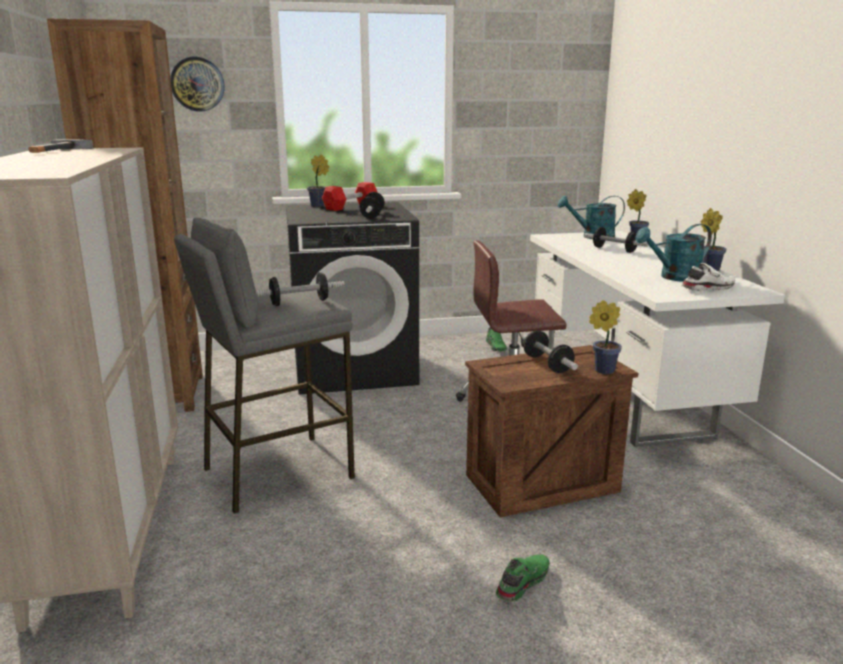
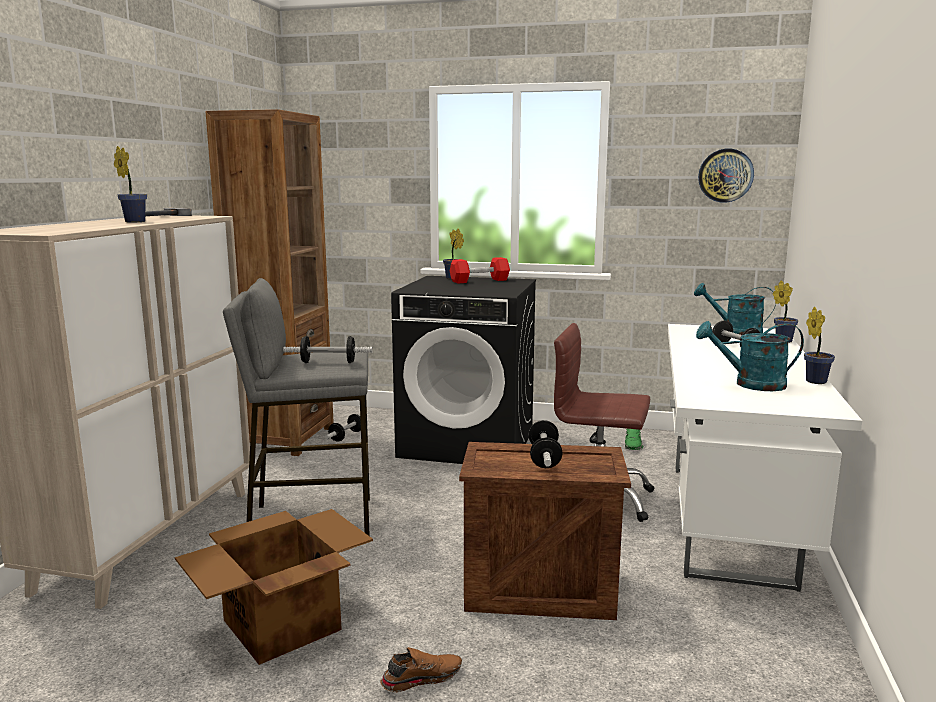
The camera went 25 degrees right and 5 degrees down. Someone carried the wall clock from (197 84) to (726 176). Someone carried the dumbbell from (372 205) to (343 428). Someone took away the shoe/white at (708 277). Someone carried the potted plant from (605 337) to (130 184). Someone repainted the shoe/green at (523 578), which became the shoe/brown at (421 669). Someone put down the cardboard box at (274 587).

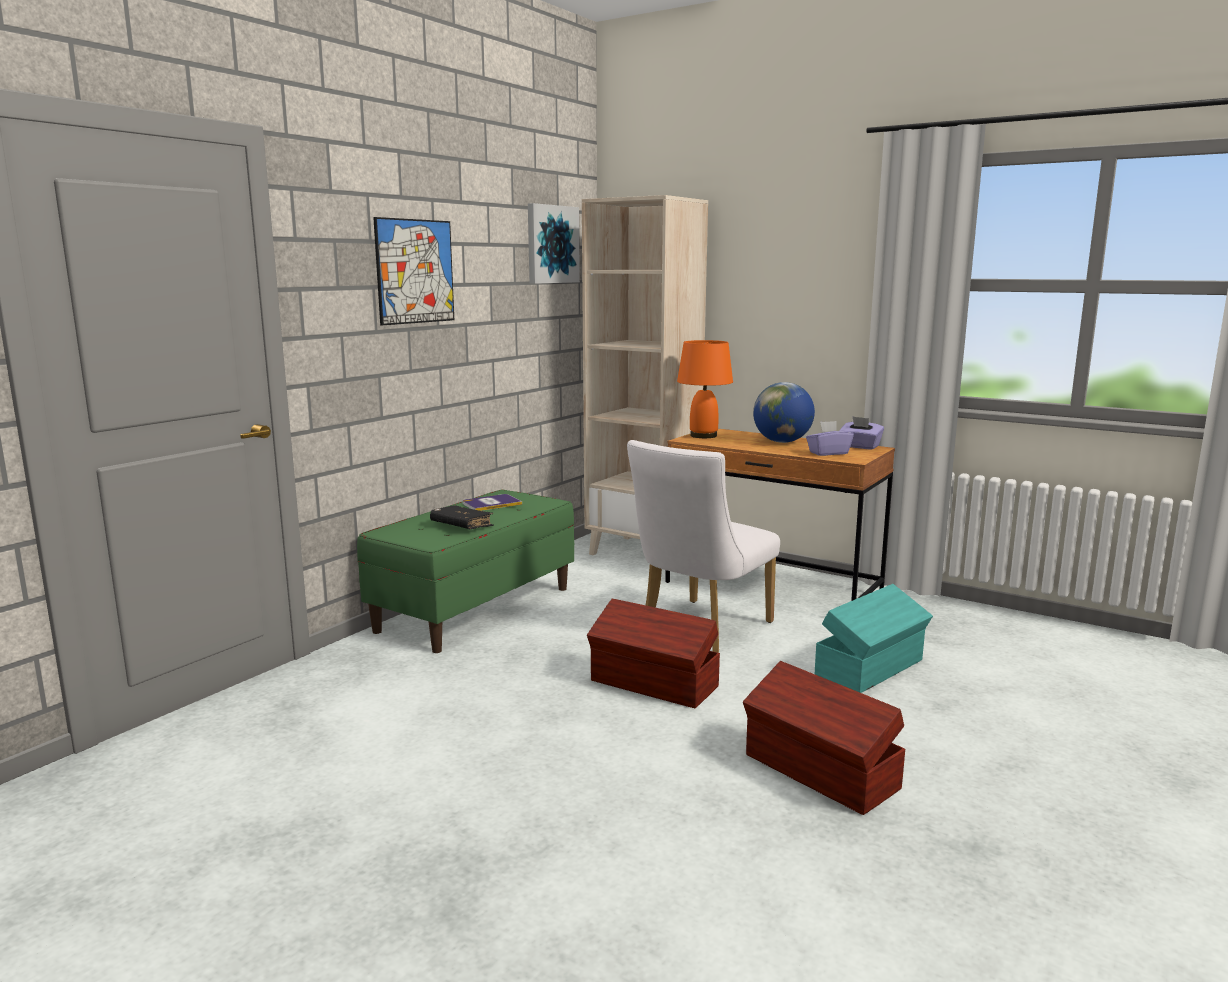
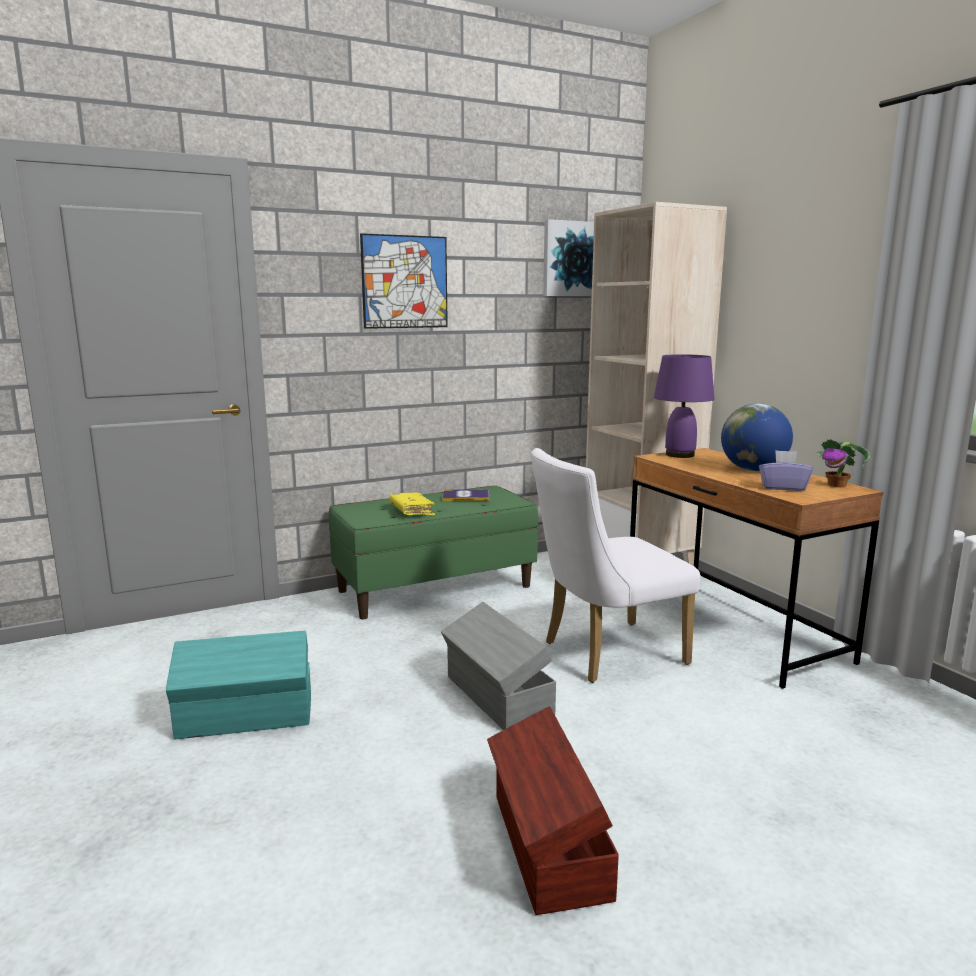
The camera went 30 degrees right and 0 degrees up. Someone repainted the table lamp/orange at (705 389), which became the table lamp/purple at (684 406). Someone swapped the tissue box/purple at (861 433) for the potted plant at (842 463). Someone repainted the book/black at (462 517), which became the book/yellow at (412 504). Someone carried the storage box/turquoise from (874 638) to (238 685). Someone repainted the storage box/brown at (653 653), which became the storage box/grey at (498 666).

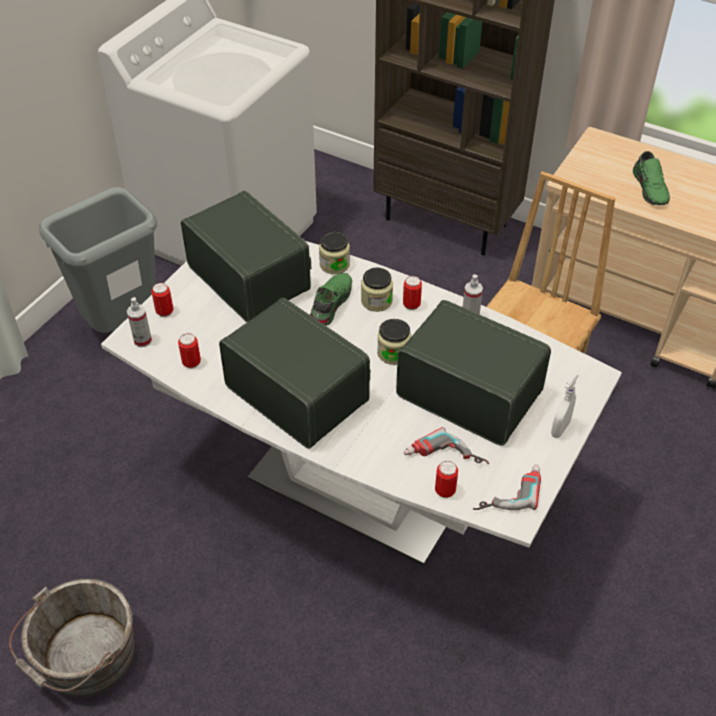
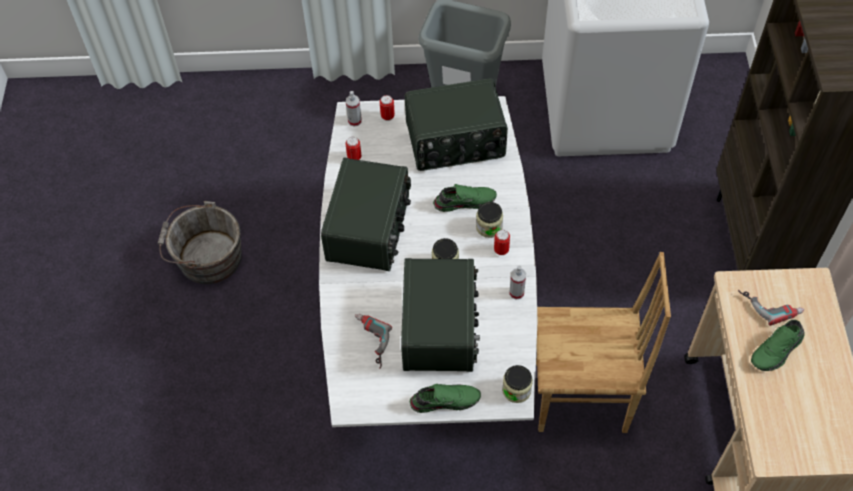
The camera went 60 degrees right and 10 degrees up. Someone rotated the radio at (246 256) by 60 degrees clockwise. Someone carried the jar from (334 253) to (517 384). Someone swapped the spray bottle/white at (564 406) for the shoe/green at (445 398). Someone took away the can at (446 479). Someone carried the power drill from (507 487) to (771 308).

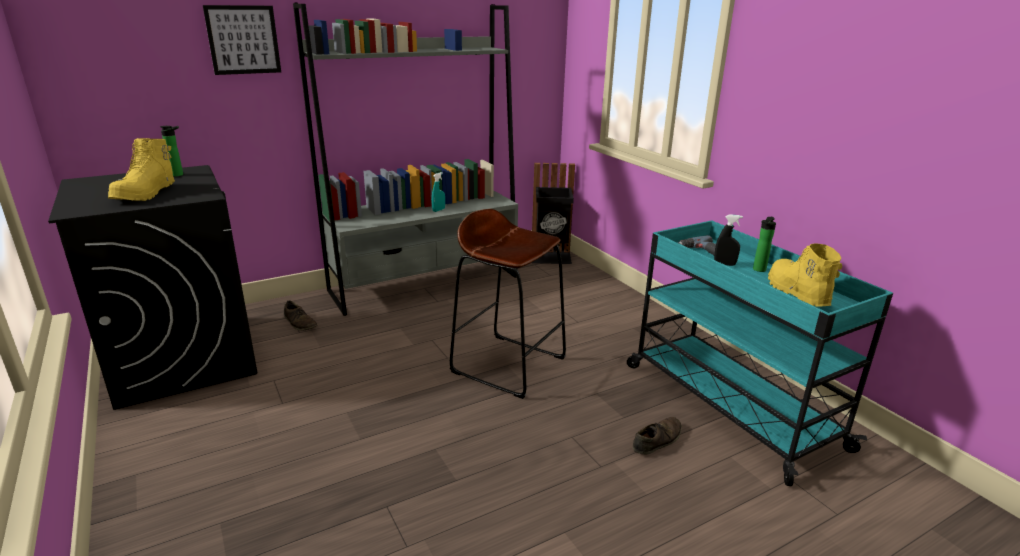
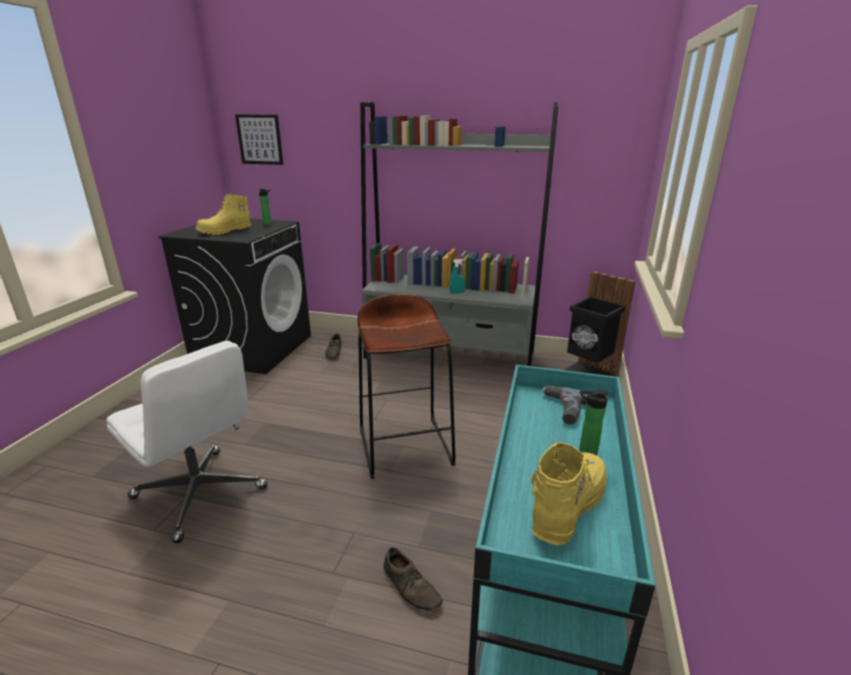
The camera went 45 degrees right and 0 degrees up. Someone carried the picture from (242 40) to (259 140). Someone took away the spray bottle/black at (728 240). Someone rotated the shoe/brown at (657 436) by 45 degrees clockwise. Someone put down the office chair/white at (186 442).

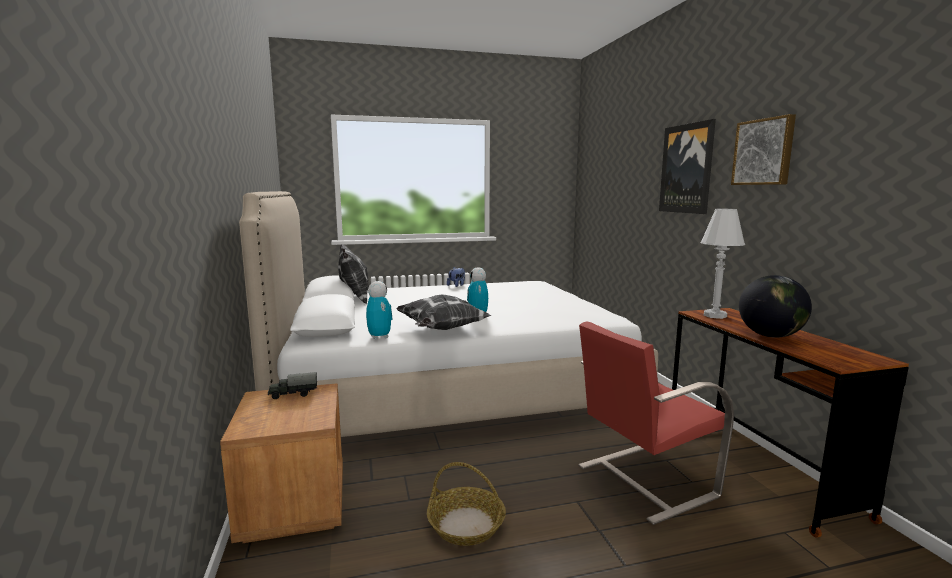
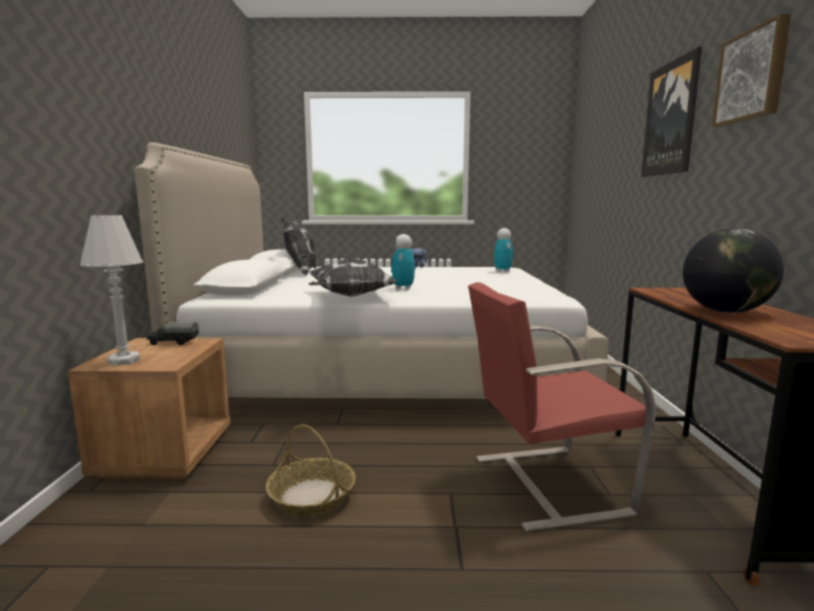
The camera went 15 degrees right and 0 degrees up. Someone carried the table lamp/white from (723 264) to (112 290). Someone carried the toy robot from (379 310) to (504 250).

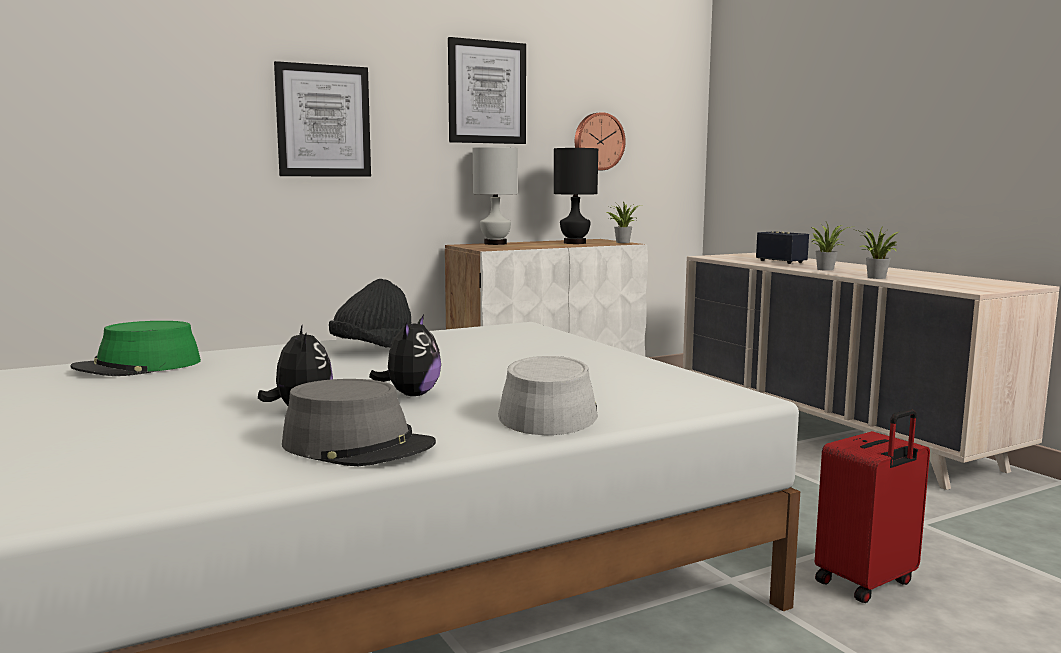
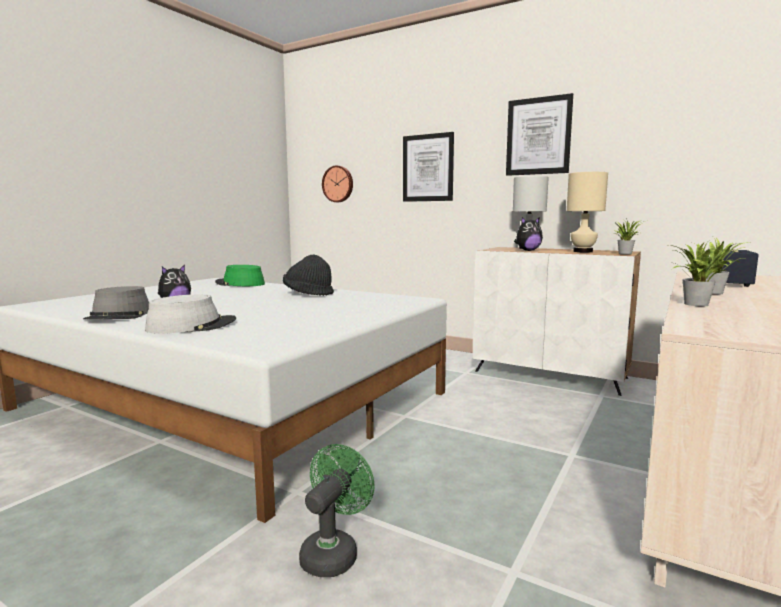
The camera went 60 degrees right and 0 degrees up. Someone carried the wall clock from (600 141) to (337 184). Someone repainted the table lamp/black at (576 196), which became the table lamp/beige at (587 212). Someone carried the plush toy from (405 355) to (528 234). Someone swapped the suitcase/red at (872 506) for the fan/green at (337 510).

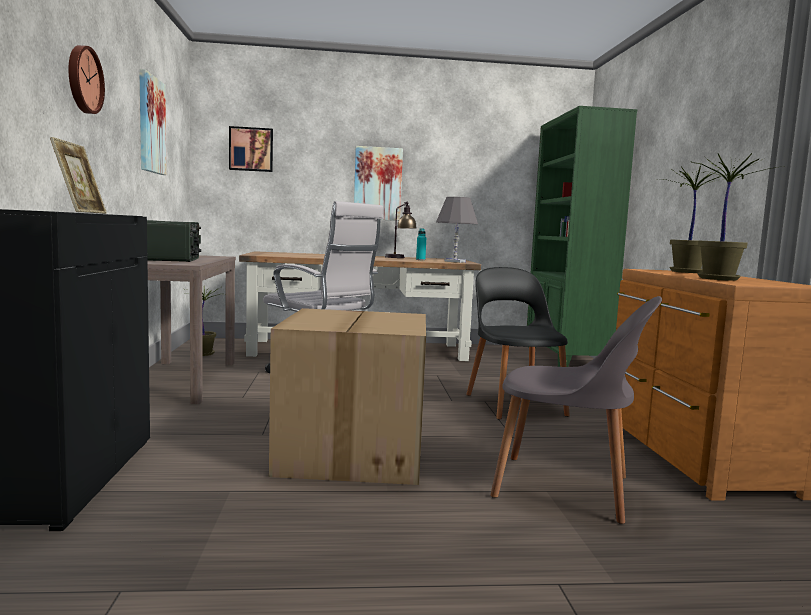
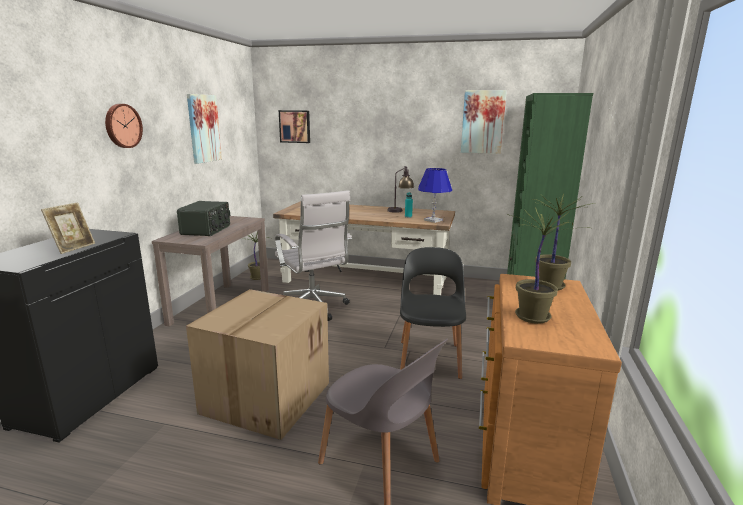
The camera went 20 degrees right and 10 degrees up. Someone carried the picture from (378 183) to (484 122). Someone repainted the table lamp/grey at (457 230), which became the table lamp/blue at (435 195).

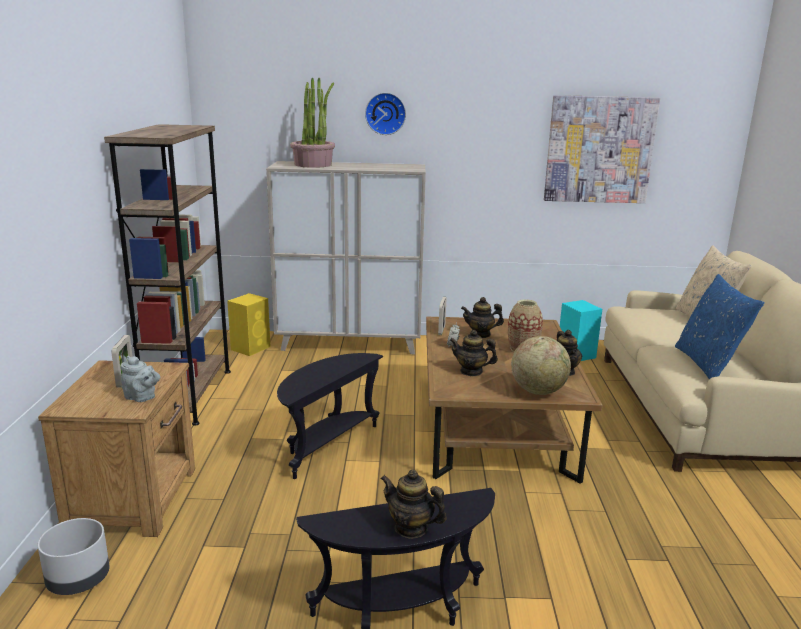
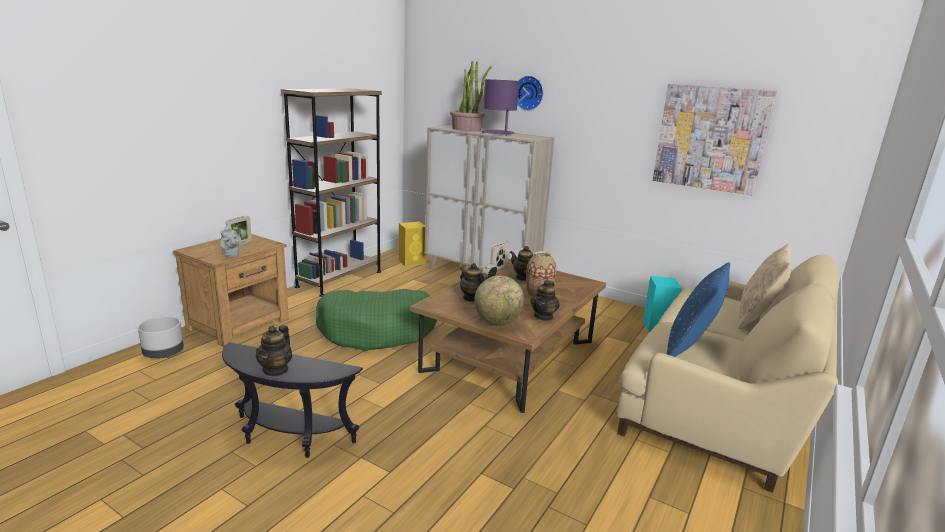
The camera went 30 degrees right and 0 degrees up. Someone swapped the side table/black at (330 416) for the dog bed/green at (376 320). Someone rotated the teapot at (414 504) by 135 degrees counterclockwise. Someone put down the table lamp/purple at (500 107).

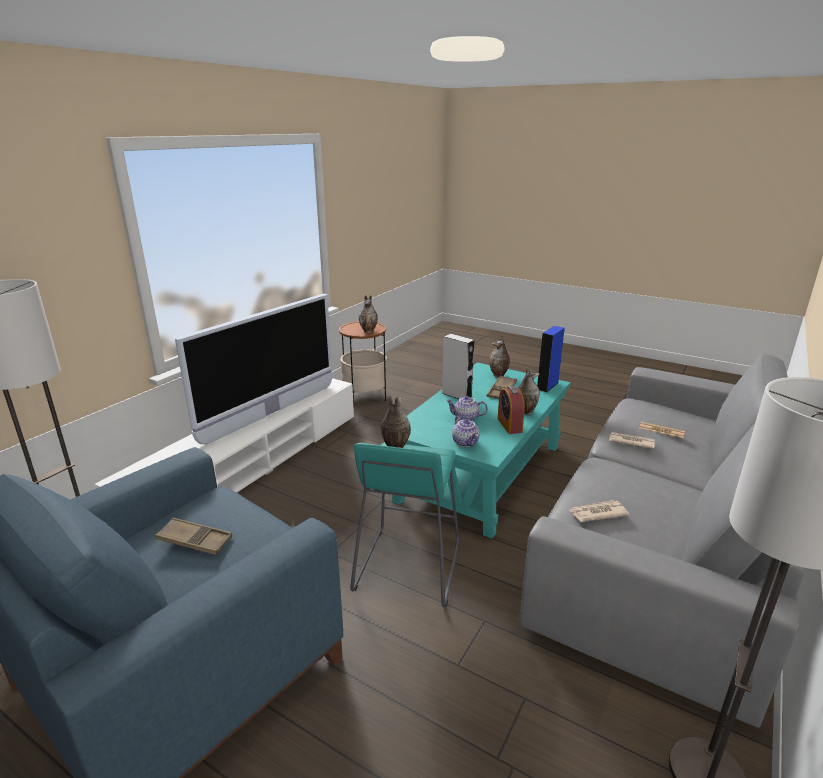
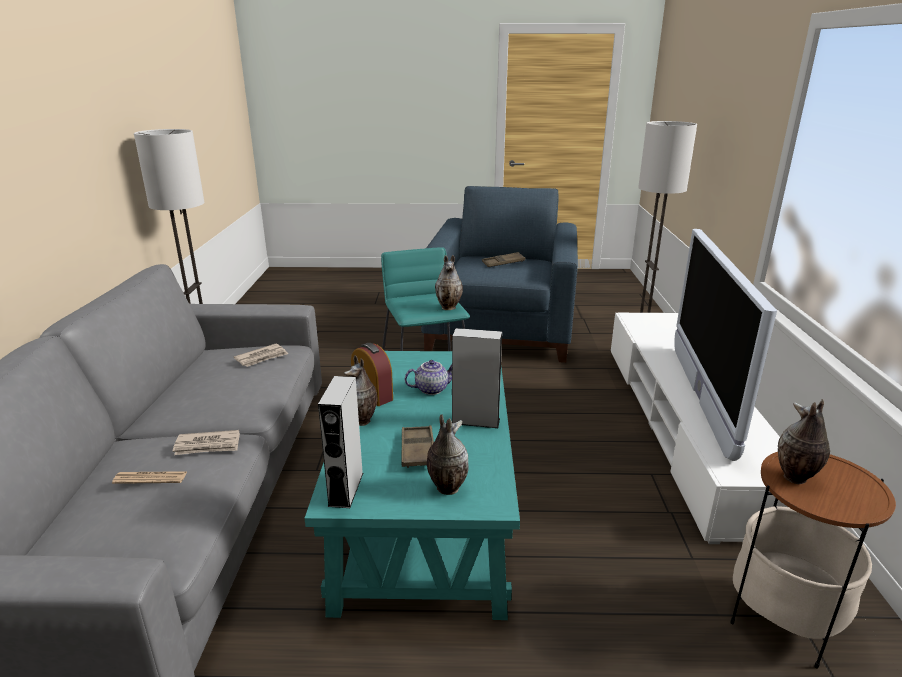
The camera went 150 degrees right and 0 degrees up. Someone repainted the speaker/blue at (551 359), which became the speaker/grey at (340 442). Someone took away the teapot at (466 431).

